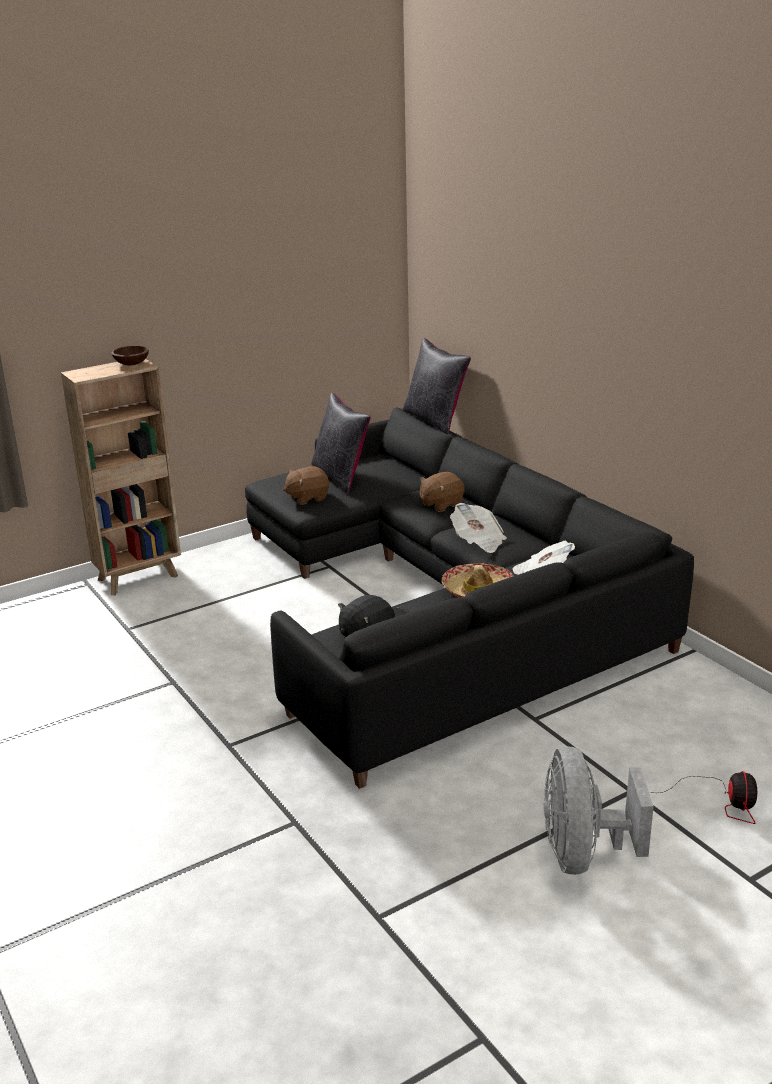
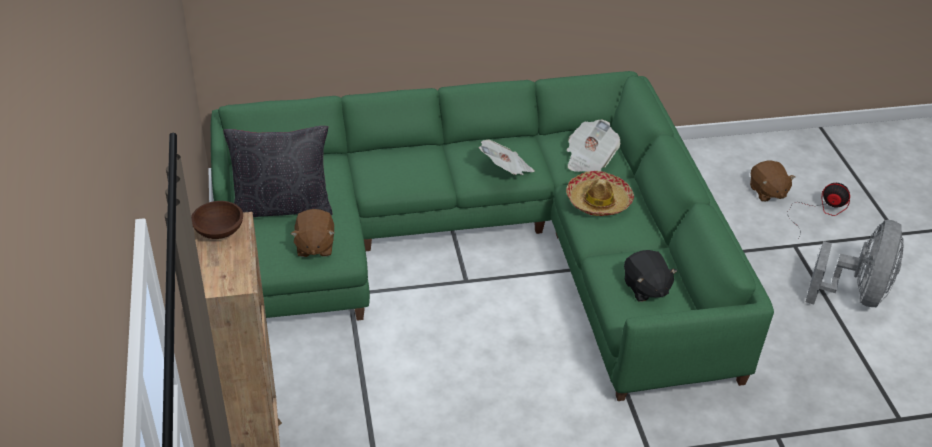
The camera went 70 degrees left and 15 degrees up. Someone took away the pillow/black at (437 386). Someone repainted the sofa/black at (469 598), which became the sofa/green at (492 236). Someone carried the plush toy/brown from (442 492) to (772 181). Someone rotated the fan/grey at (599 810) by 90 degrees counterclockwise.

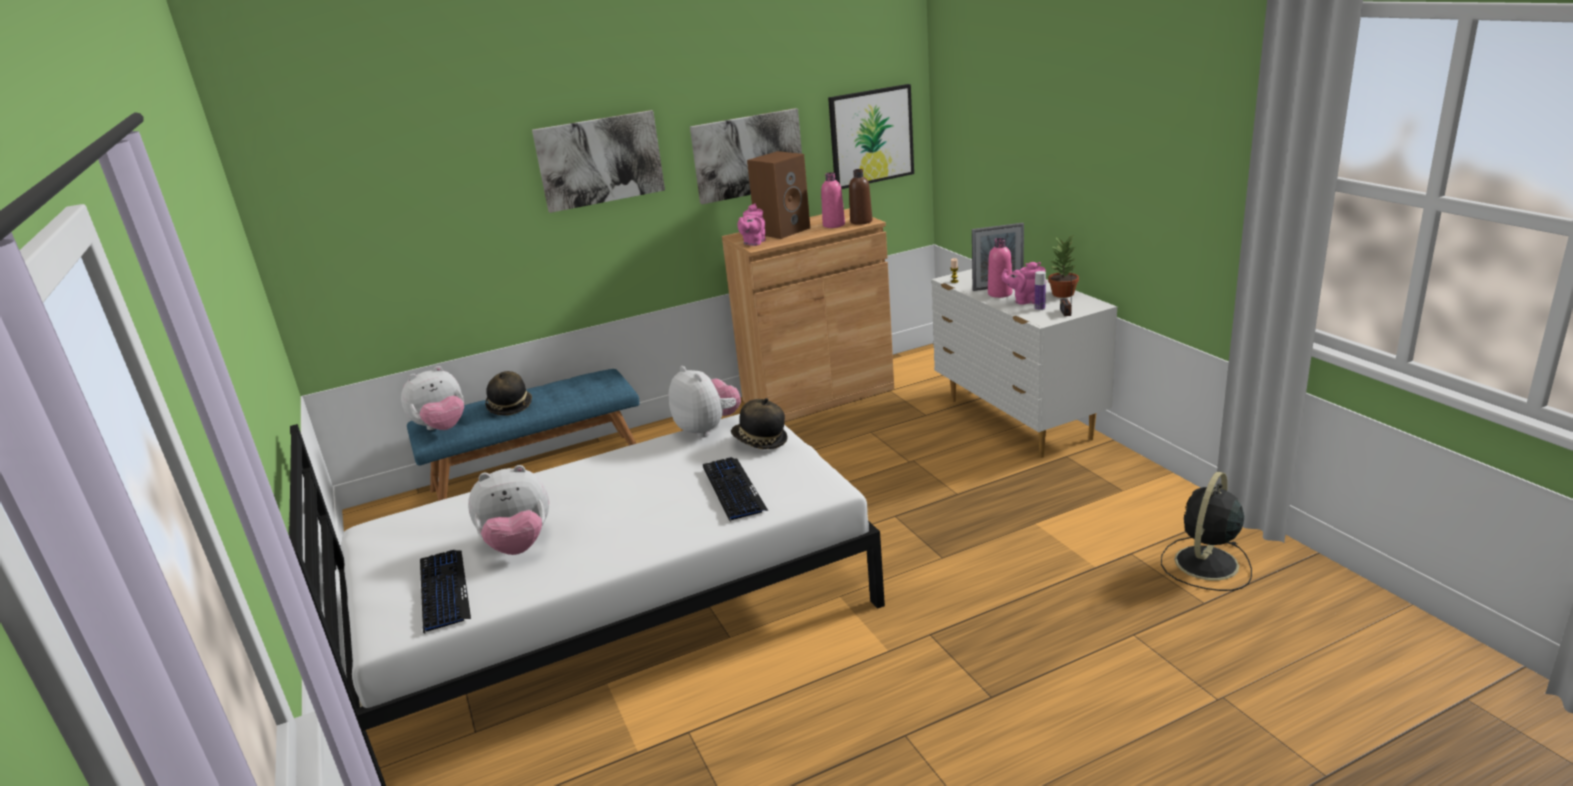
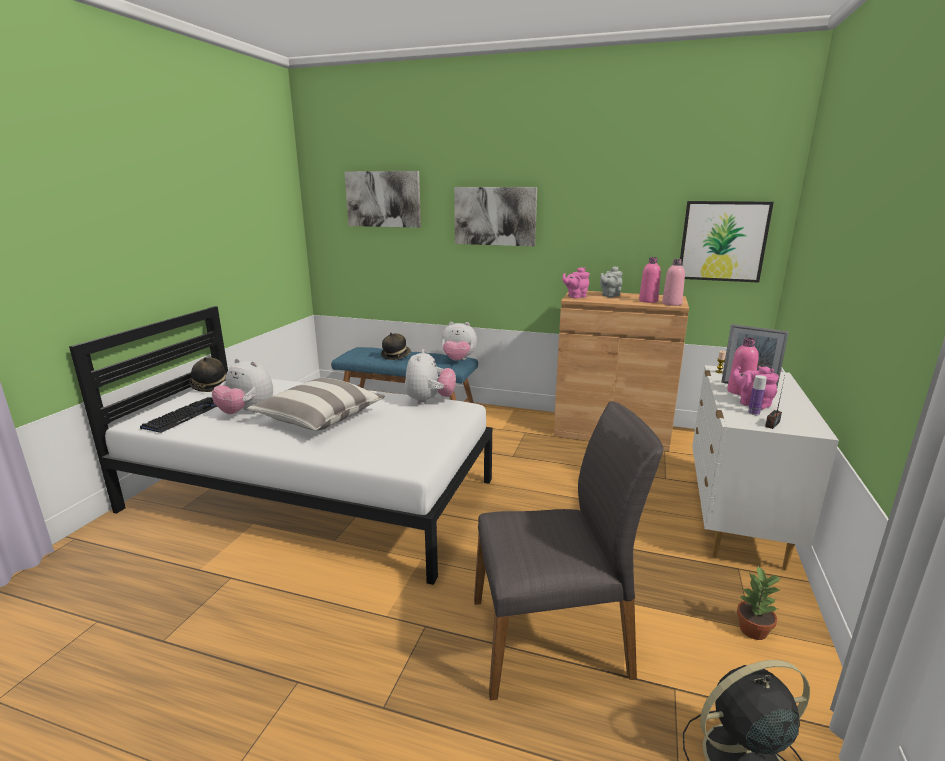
The camera went 40 degrees right and 5 degrees down. Someone carried the picture from (746 156) to (382 199). Someone swapped the speaker/brown at (778 195) for the teapot/grey at (611 281). Someone repainted the bottle/brown at (860 197), which became the bottle/pink at (673 282). Someone carried the potted plant from (1063 266) to (759 603). Someone carried the plush toy from (432 398) to (459 341). Someone carried the hat from (759 423) to (207 374). Someone took away the keyboard at (735 489). Someone put down the pillow at (316 404). Someone put down the chair/grey at (569 550).

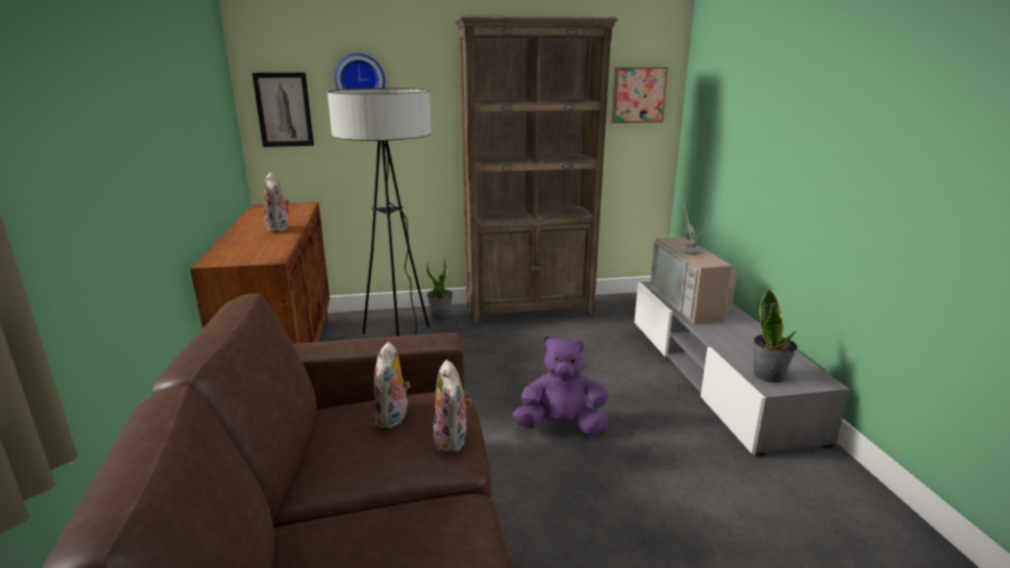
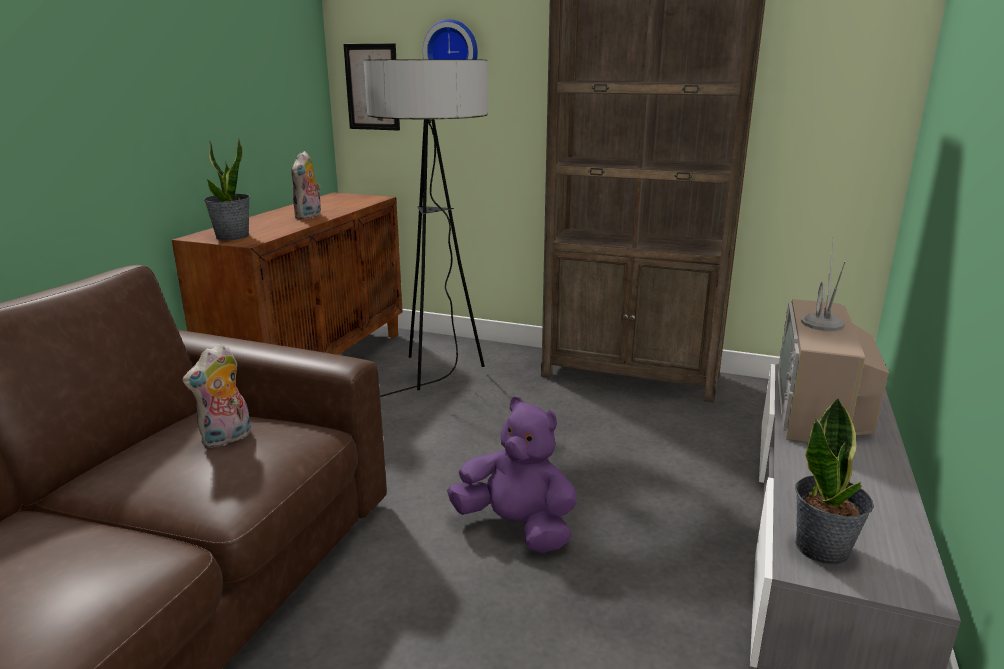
The camera went 30 degrees right and 0 degrees up. Someone took away the picture at (640 95). Someone carried the potted plant from (439 289) to (227 189). Someone took away the plush toy at (452 406).

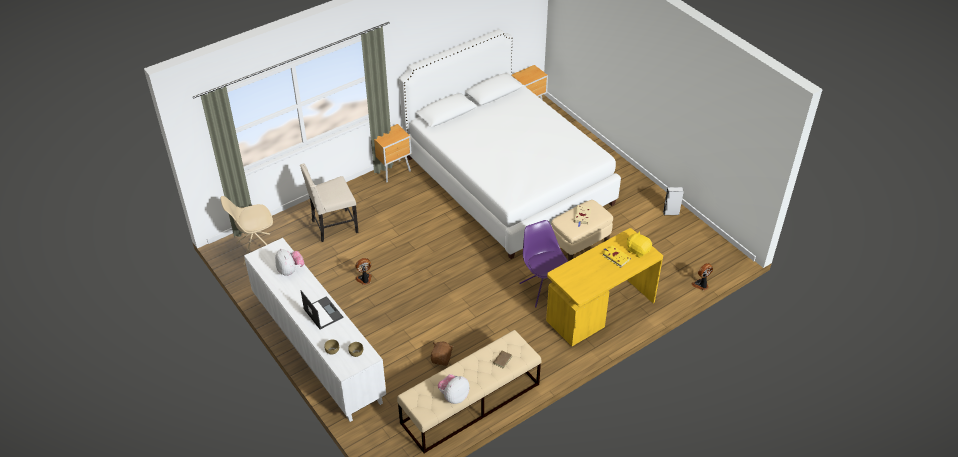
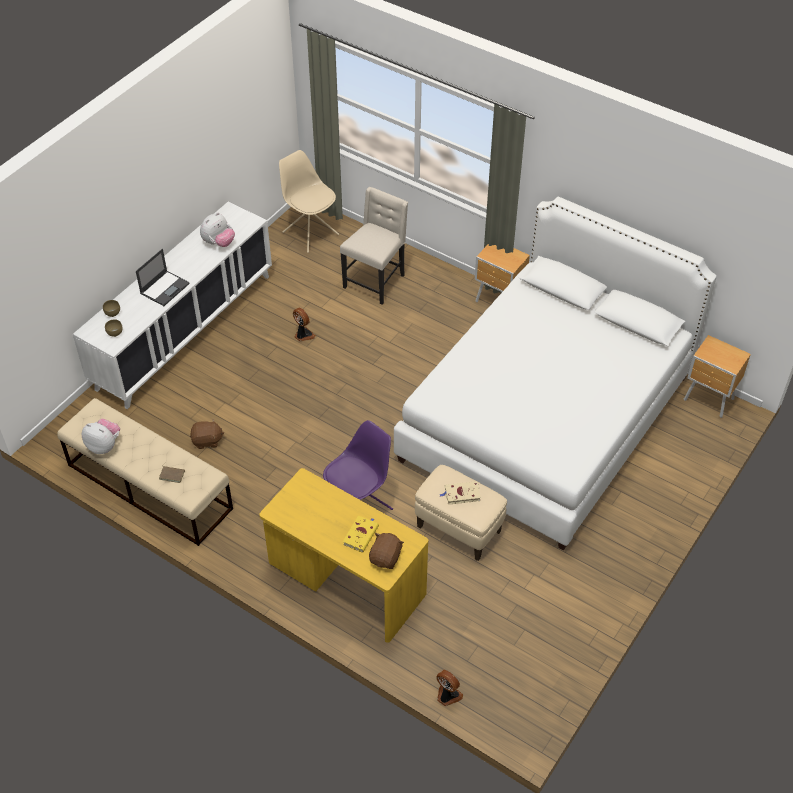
The camera went 70 degrees right and 5 degrees up. Someone rotated the chair/beige at (329 203) by 75 degrees clockwise. Someone took away the speaker/grey at (673 201). Someone repainted the plush toy/yellow at (639 244), which became the plush toy/brown at (386 551).

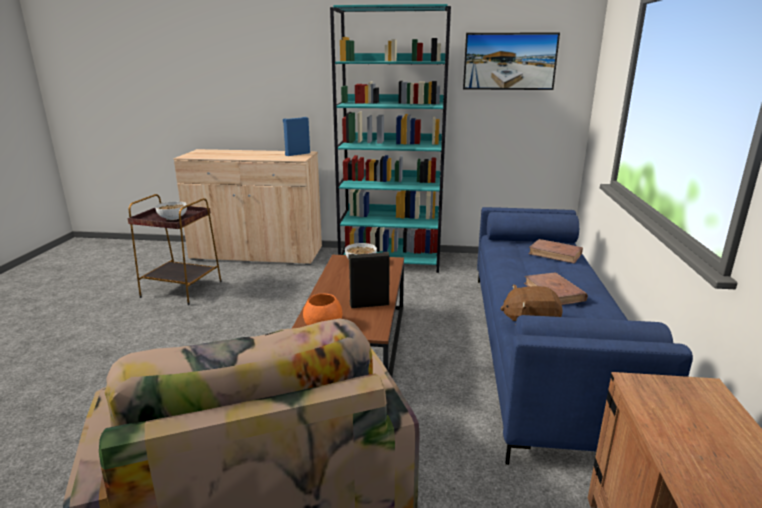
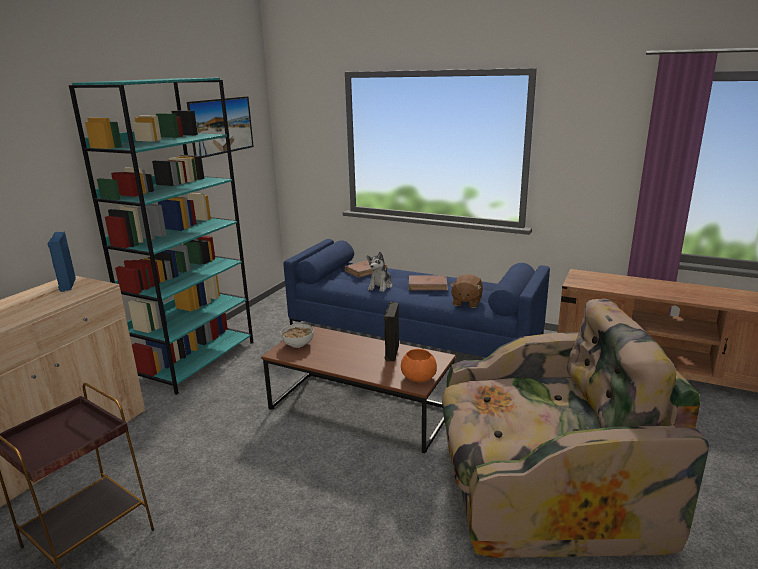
The camera went 70 degrees left and 0 degrees up. Someone took away the bowl at (171 210). Someone put down the plush toy at (380 272).

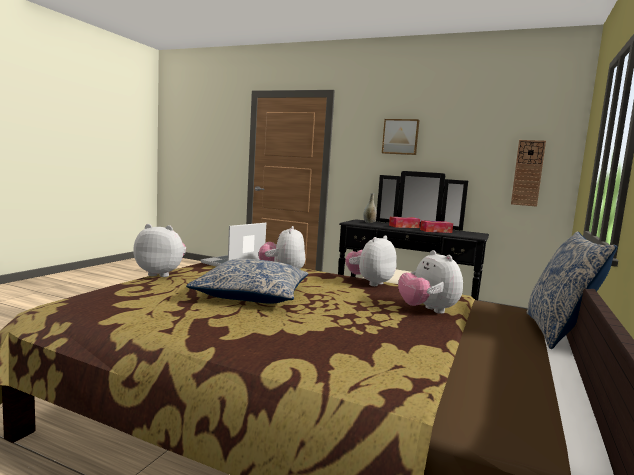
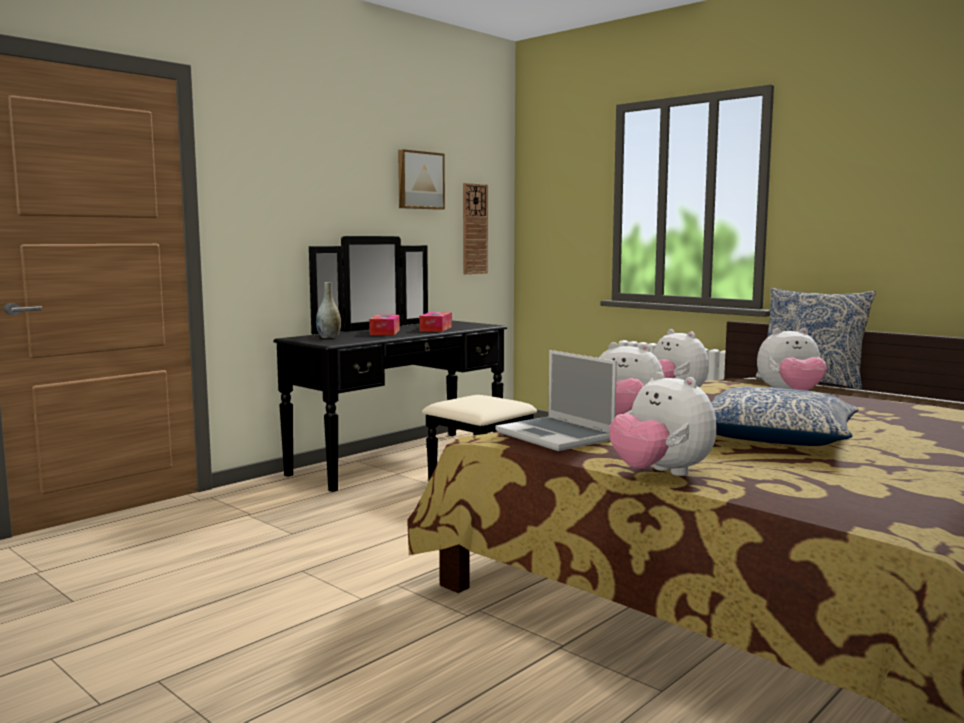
The camera went 70 degrees left and 0 degrees up. Someone carried the picture from (400 137) to (421 179). Someone rotated the plush toy at (159 250) by 60 degrees counterclockwise.

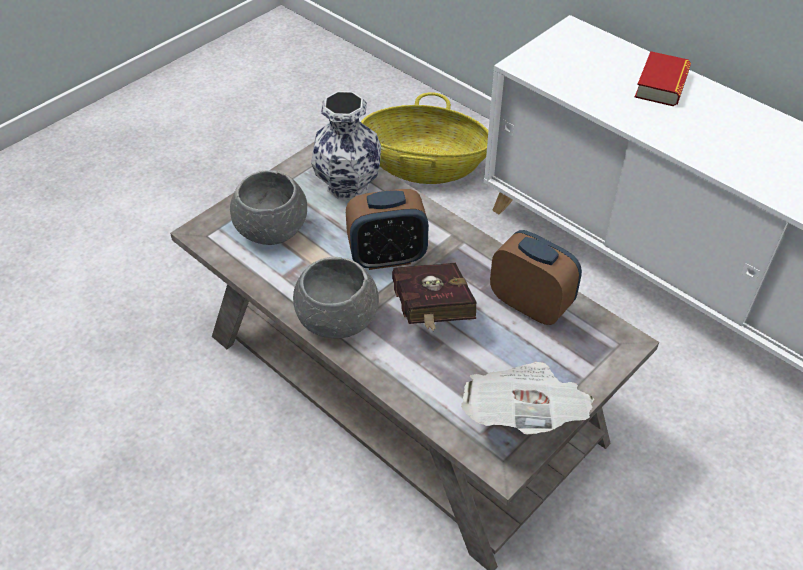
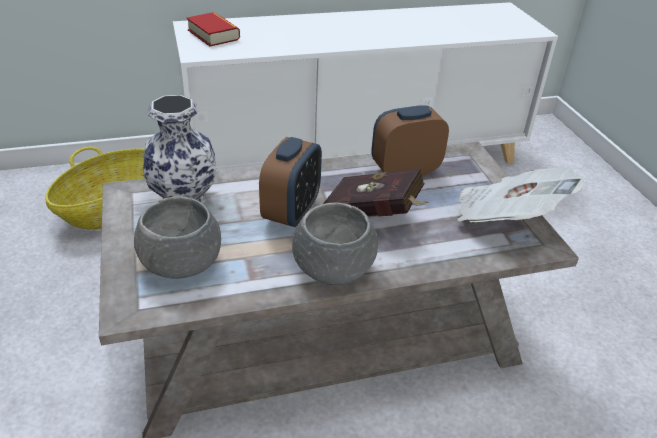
The camera went 60 degrees left and 10 degrees down. Someone carried the book from (663 78) to (213 29).

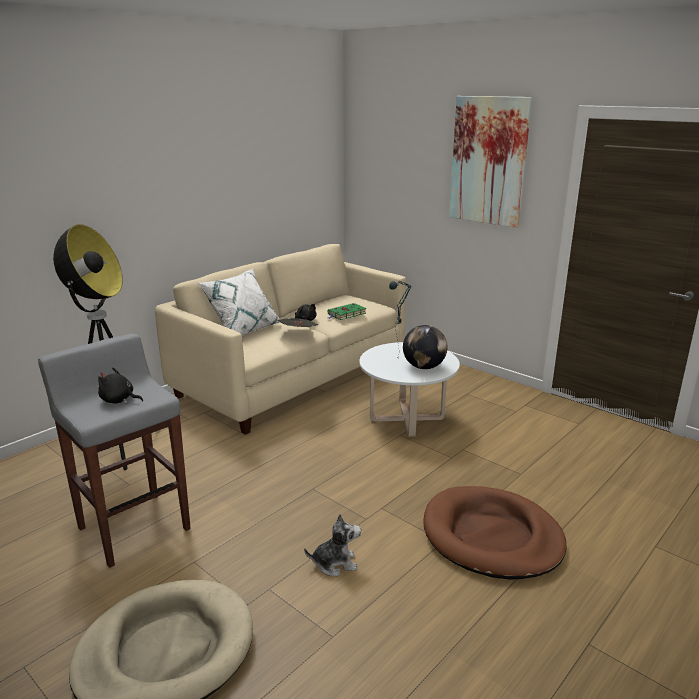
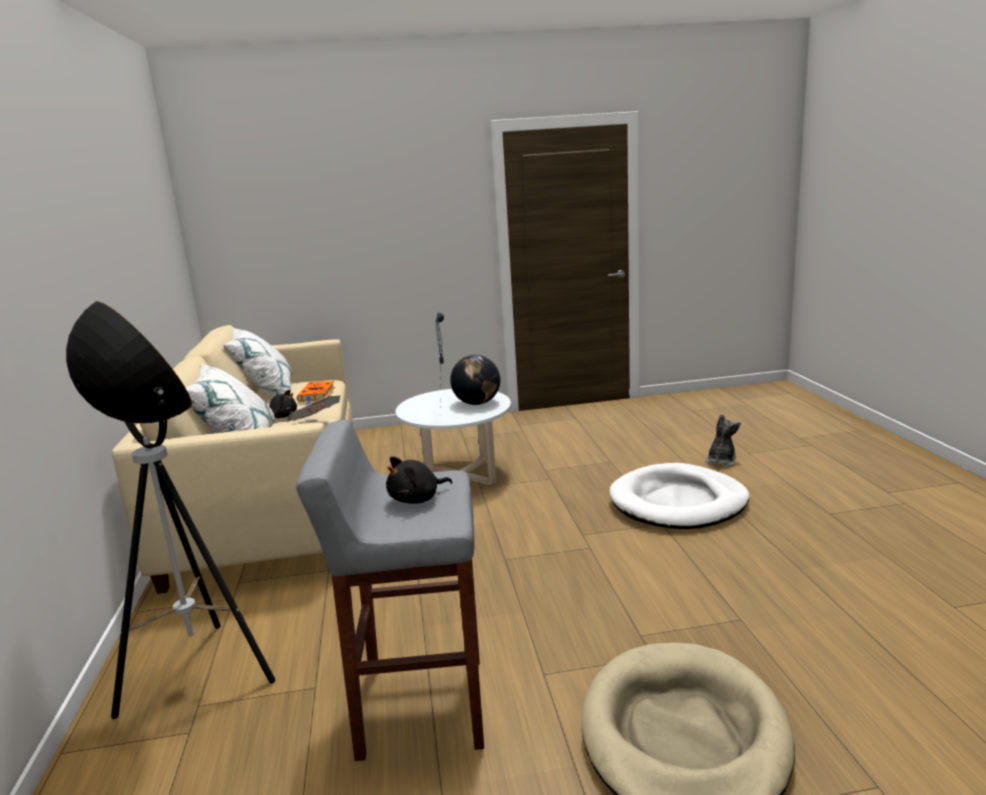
The camera went 50 degrees left and 5 degrees down. Someone took away the picture at (490 162). Someone repainted the book/green at (347 311), which became the book/orange at (316 392). Someone repainted the dog bed/brown at (494 532), which became the dog bed/white at (679 496). Someone carried the plush toy from (332 544) to (723 440). Someone put down the pillow/white at (257 362).

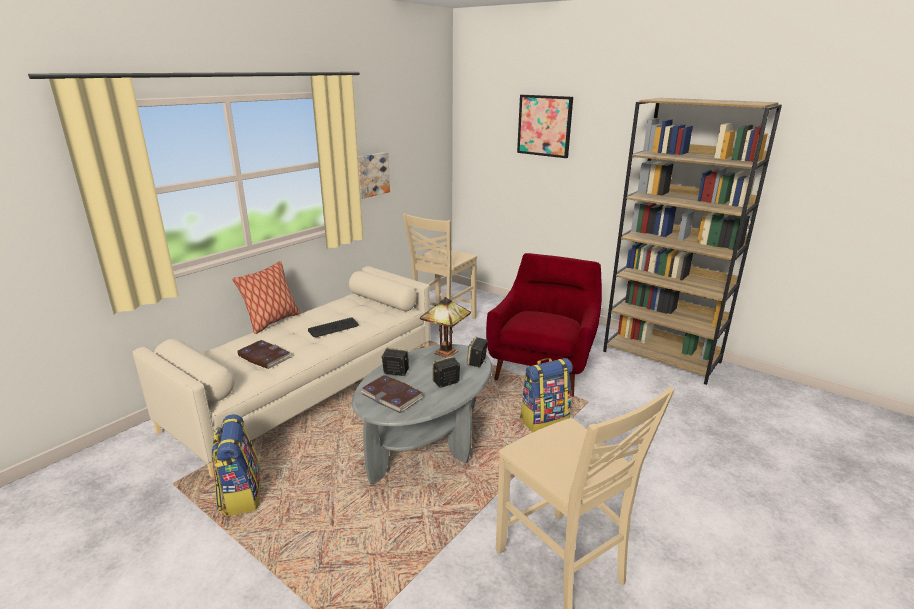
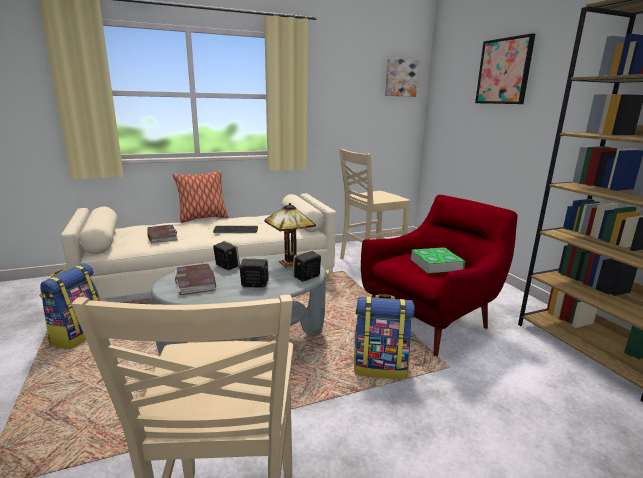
The camera went 30 degrees right and 5 degrees down. Someone carried the picture from (374 175) to (402 77). Someone put down the book at (438 260).

